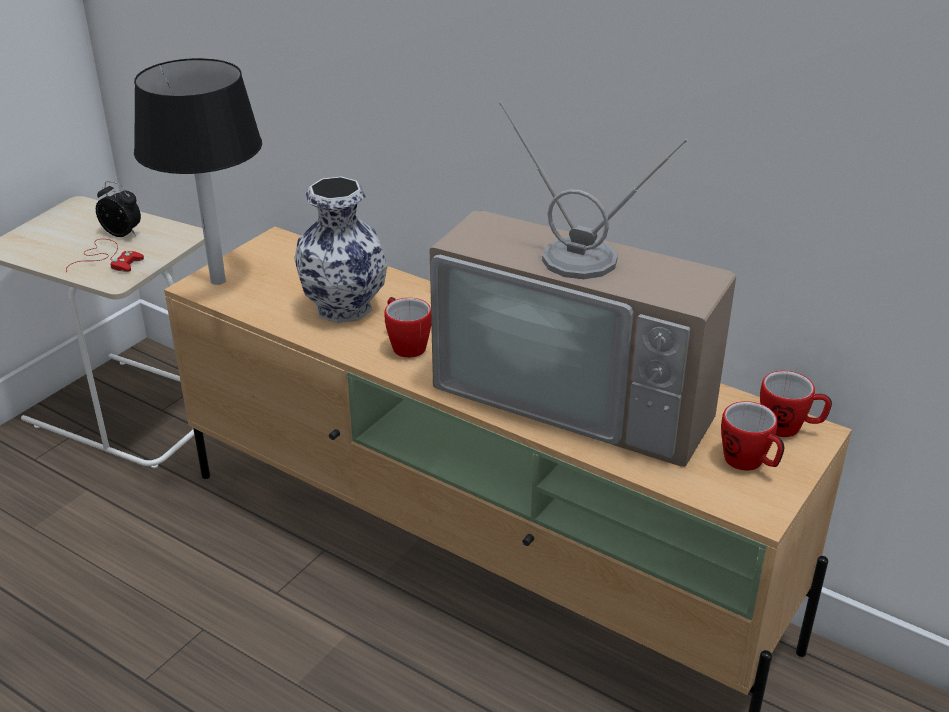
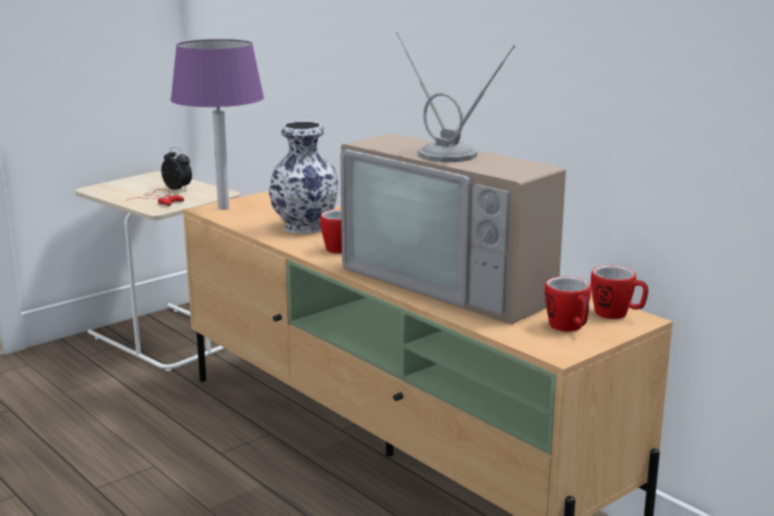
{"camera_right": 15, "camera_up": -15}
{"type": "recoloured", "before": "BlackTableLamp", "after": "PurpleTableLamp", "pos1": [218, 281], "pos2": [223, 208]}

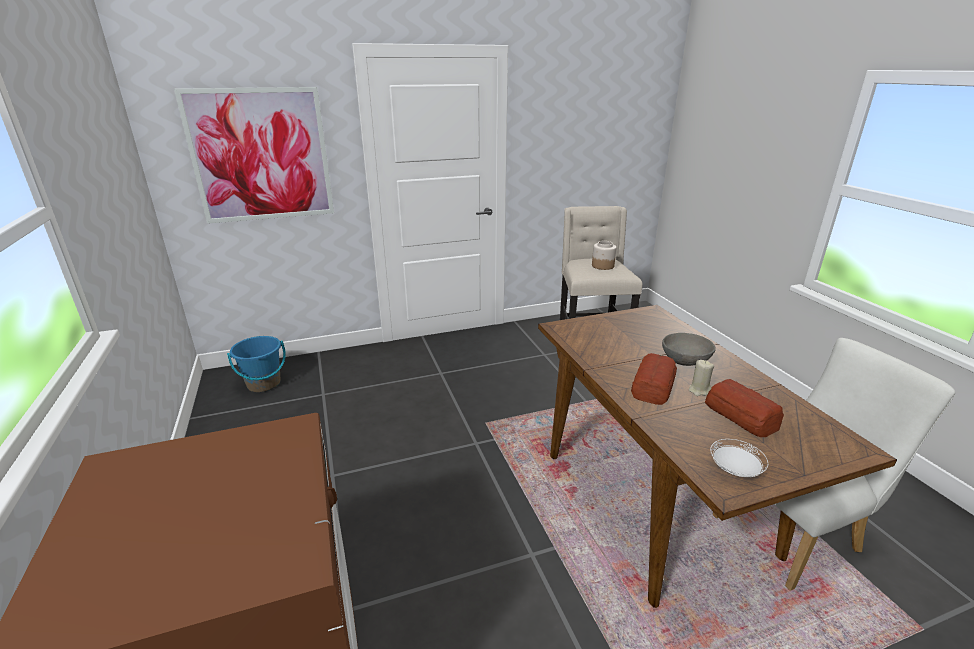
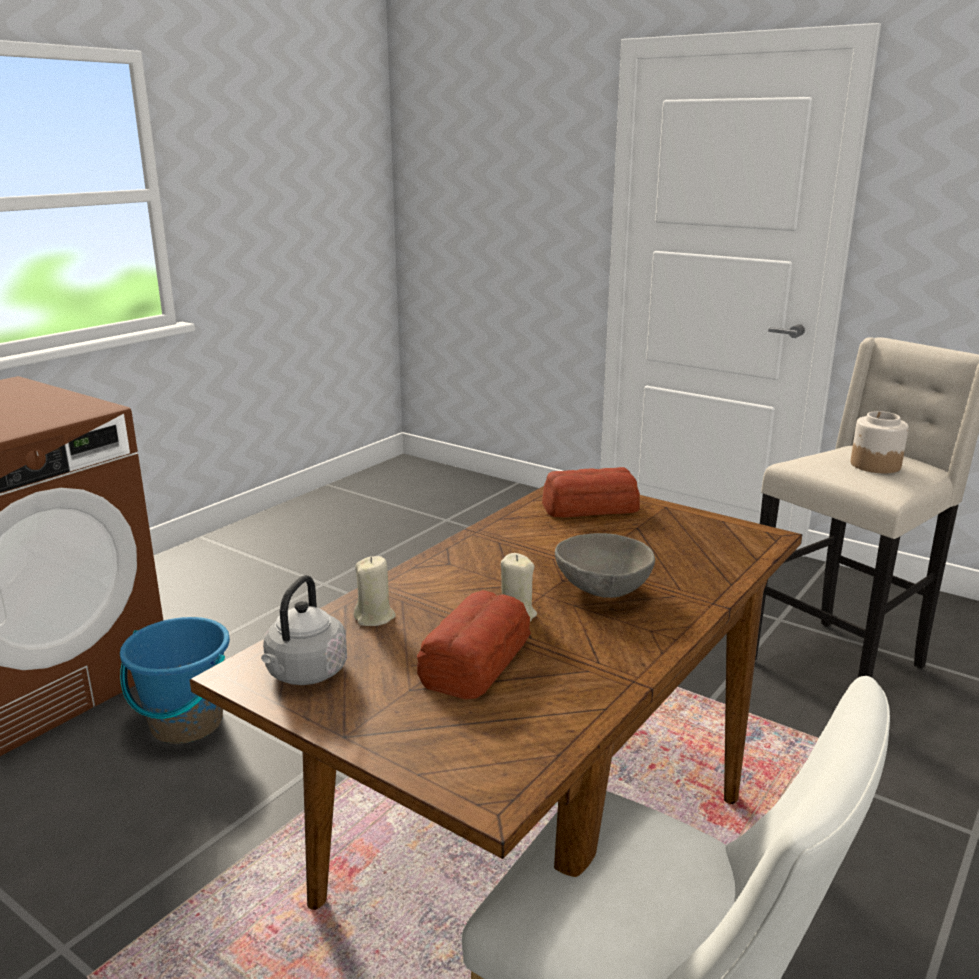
{"camera_right": 55, "camera_up": -5}
{"type": "moved", "before": "BlueBucket", "pos1": [264, 384], "pos2": [186, 723]}
{"type": "replaced", "before": "WhitePlate", "after": "GreyKettle", "pos1": [735, 469], "pos2": [304, 674]}
{"type": "added", "after": "BeigeCandle", "pos2": [375, 617]}
{"type": "moved", "before": "Bread", "pos1": [652, 387], "pos2": [589, 506]}
{"type": "removed", "before": "Picture", "pos1": [261, 156]}

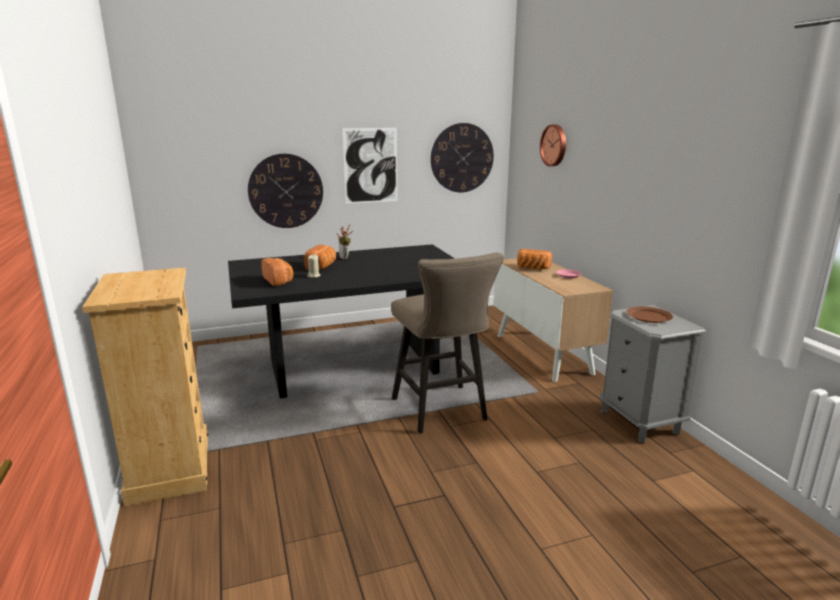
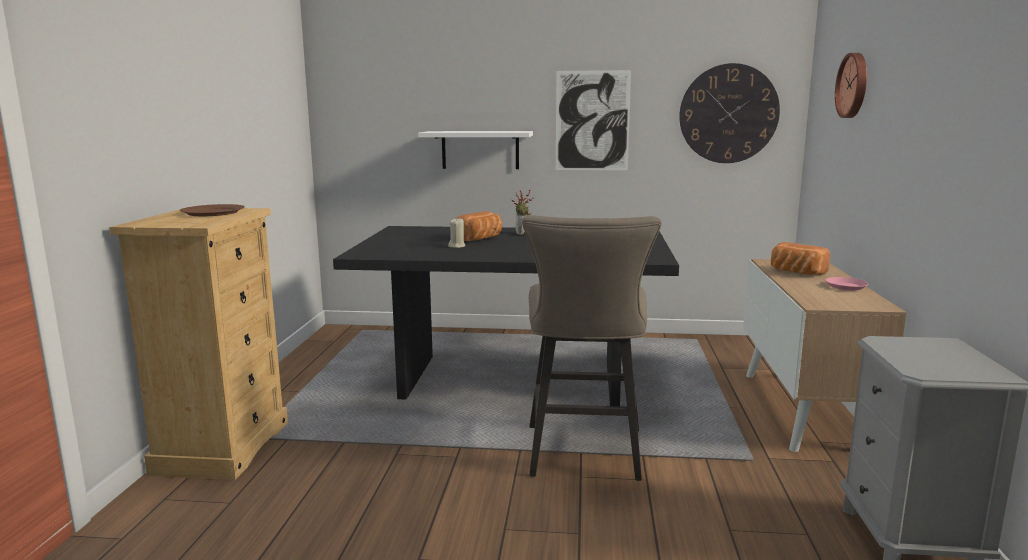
{"camera_right": 25, "camera_up": -5}
{"type": "moved", "before": "BrownPlate", "pos1": [648, 316], "pos2": [213, 212]}
{"type": "replaced", "before": "WallClock", "after": "WhiteShelf", "pos1": [286, 191], "pos2": [480, 150]}
{"type": "removed", "before": "Bread", "pos1": [279, 281]}

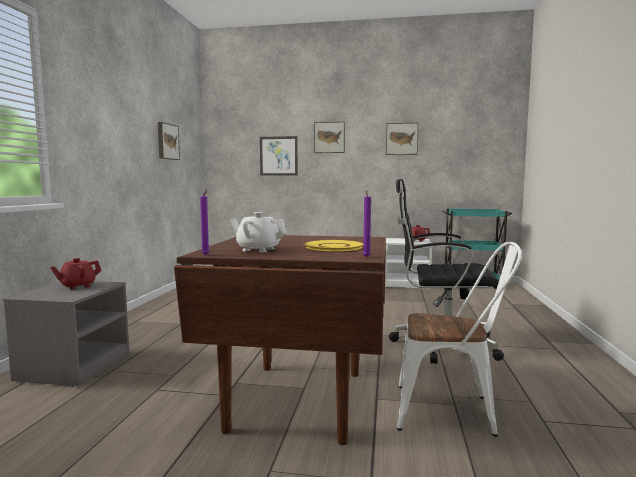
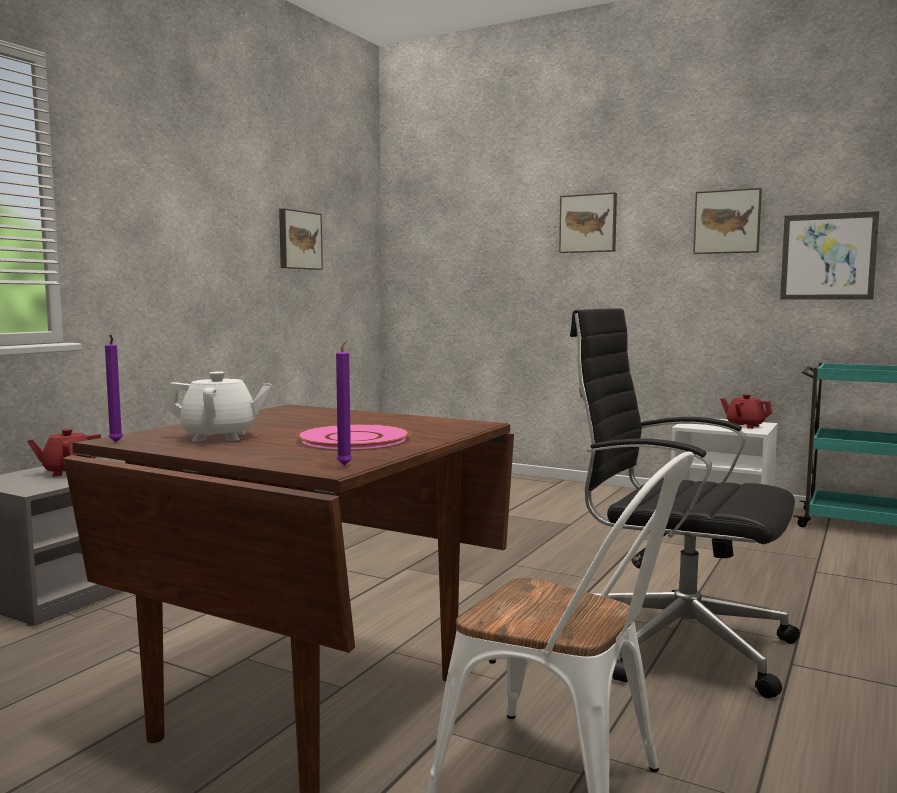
{"camera_right": 20, "camera_up": 0}
{"type": "turned", "before": "WhiteTeapot", "pos1": [258, 249], "pos2": [220, 437], "turn": 135}
{"type": "recoloured", "before": "YellowPlate", "after": "PinkPlate", "pos1": [334, 247], "pos2": [353, 439]}
{"type": "moved", "before": "Picture", "pos1": [278, 156], "pos2": [828, 256]}

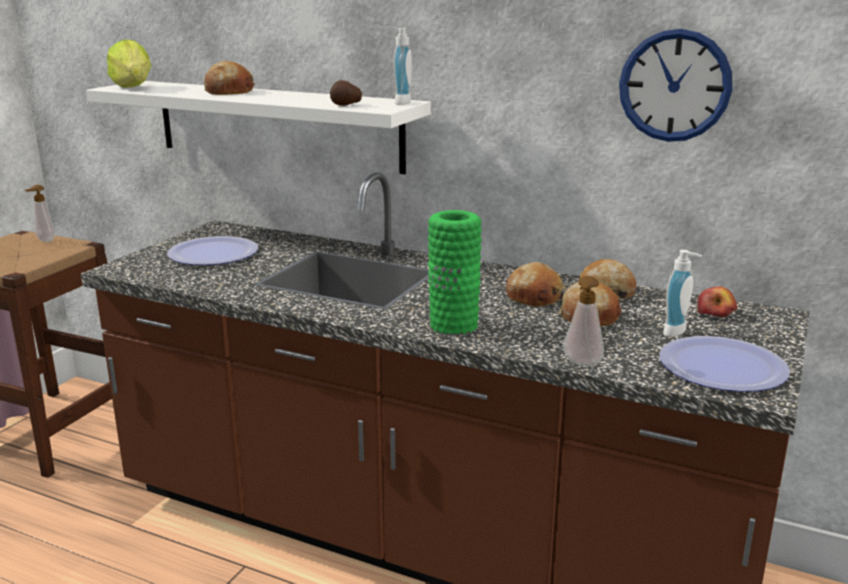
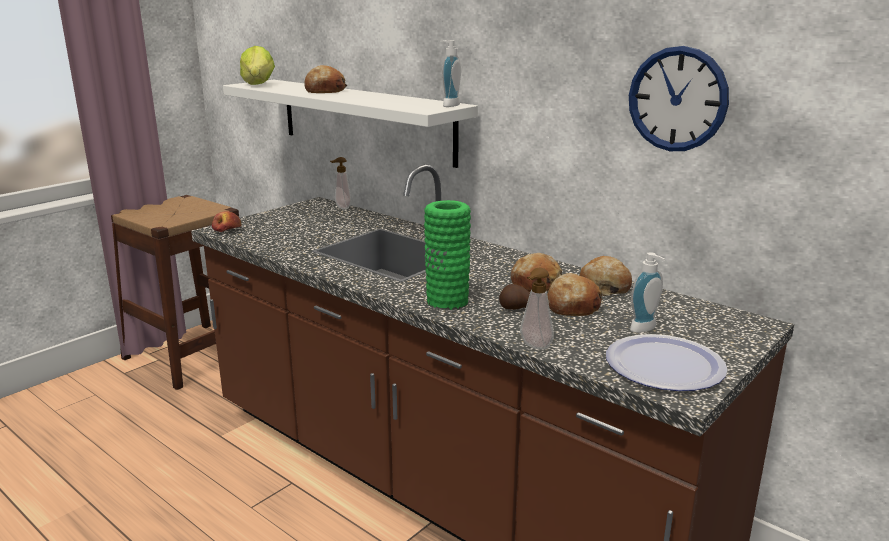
{"camera_right": 15, "camera_up": 0}
{"type": "moved", "before": "Apple", "pos1": [715, 314], "pos2": [227, 231]}
{"type": "moved", "before": "SoapDispenser", "pos1": [44, 241], "pos2": [341, 208]}
{"type": "moved", "before": "Potato", "pos1": [346, 105], "pos2": [515, 308]}
{"type": "removed", "before": "Plate", "pos1": [213, 254]}

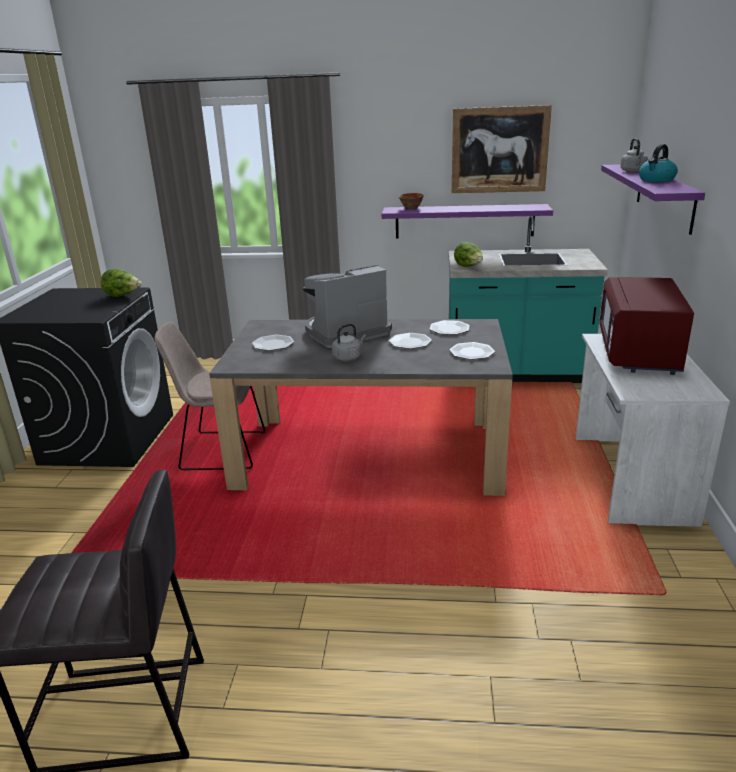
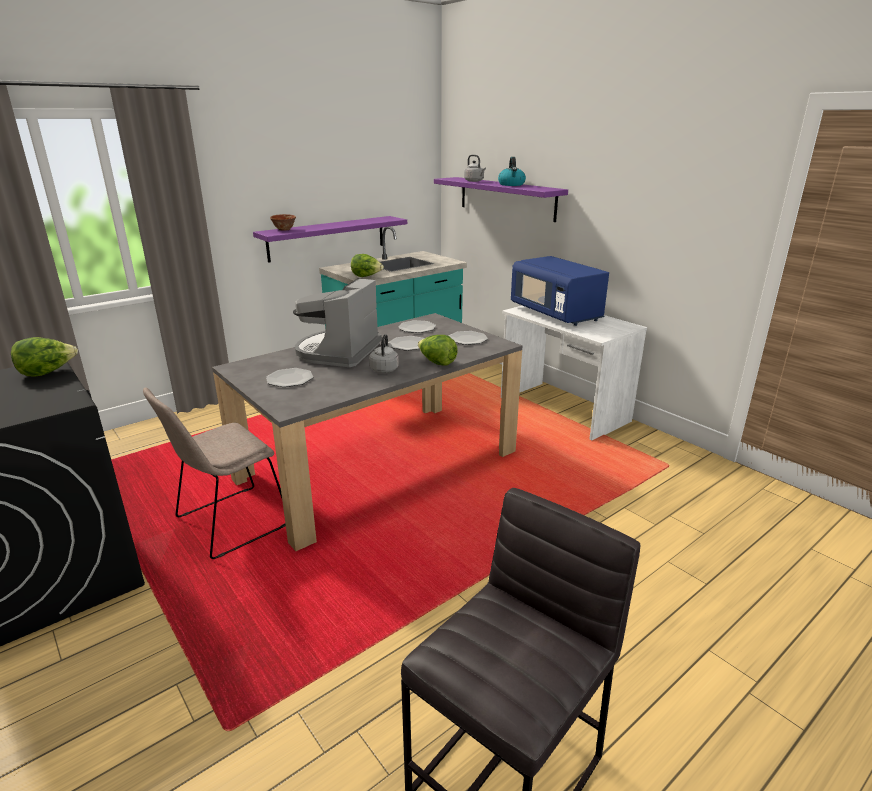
{"camera_right": -45, "camera_up": 0}
{"type": "added", "after": "Lettuce", "pos2": [437, 363]}
{"type": "recoloured", "before": "RedMicrowave", "after": "BlueMicrowave", "pos1": [638, 353], "pos2": [556, 314]}
{"type": "removed", "before": "Picture", "pos1": [499, 150]}

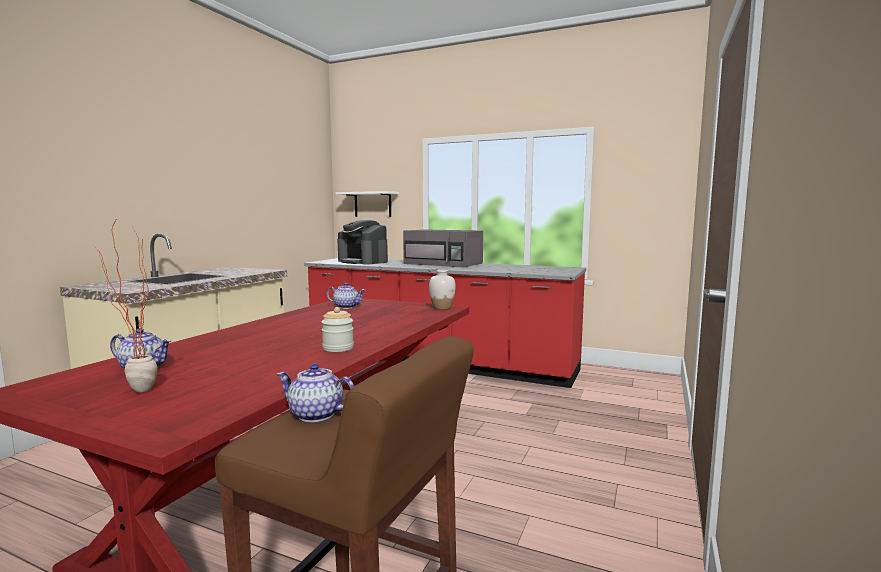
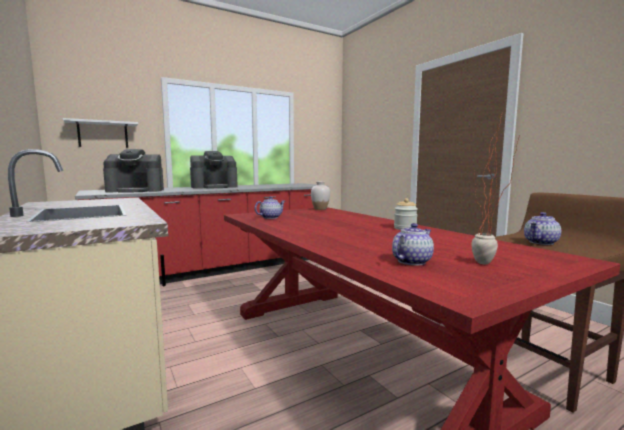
{"camera_right": -55, "camera_up": 0}
{"type": "replaced", "before": "GreyMicrowave", "after": "CoffeeMachine", "pos1": [444, 263], "pos2": [214, 187]}

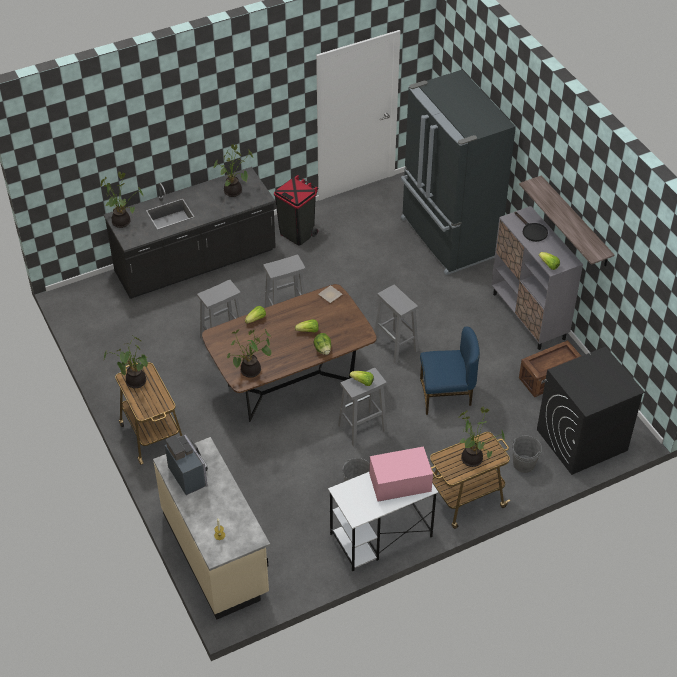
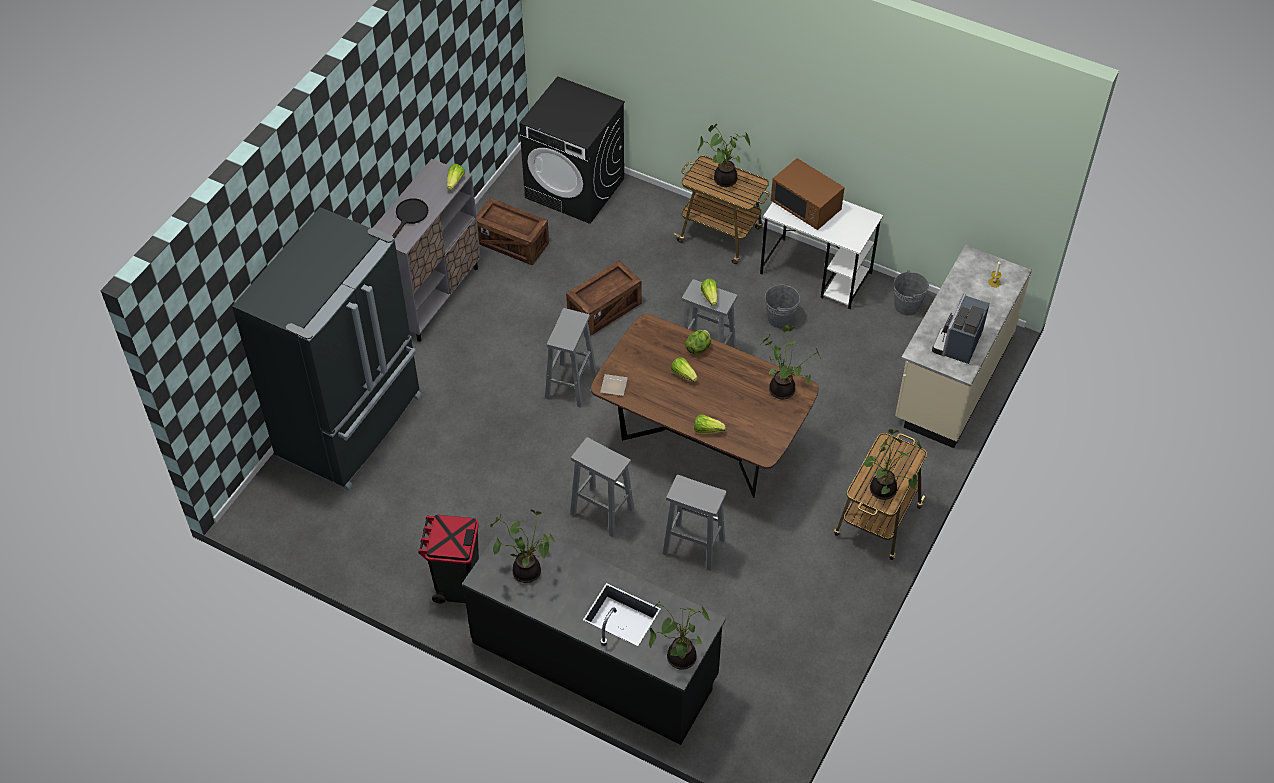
{"camera_right": -125, "camera_up": 5}
{"type": "replaced", "before": "BlueChair", "after": "Crate", "pos1": [446, 395], "pos2": [604, 309]}
{"type": "recoloured", "before": "PinkMicrowave", "after": "BrownMicrowave", "pos1": [399, 484], "pos2": [806, 207]}
{"type": "moved", "before": "GreyBucket", "pos1": [523, 464], "pos2": [907, 305]}
{"type": "removed", "before": "Shelf", "pos1": [575, 222]}

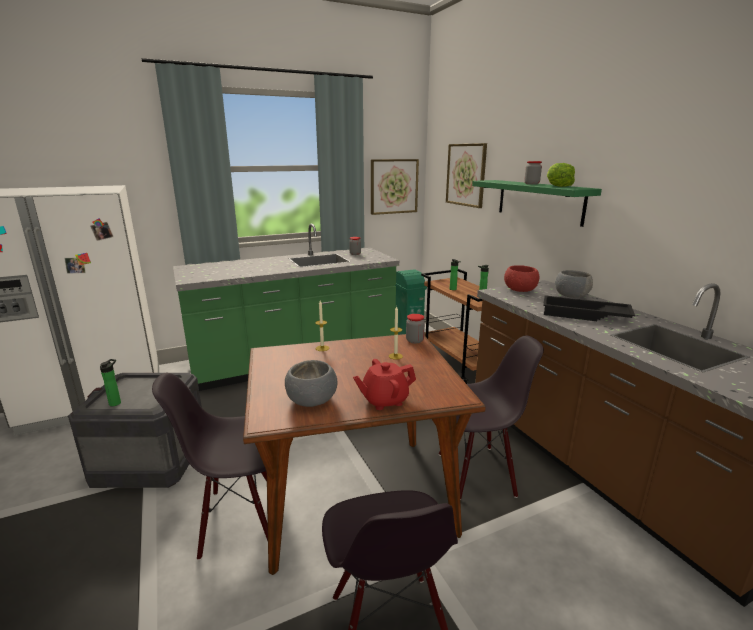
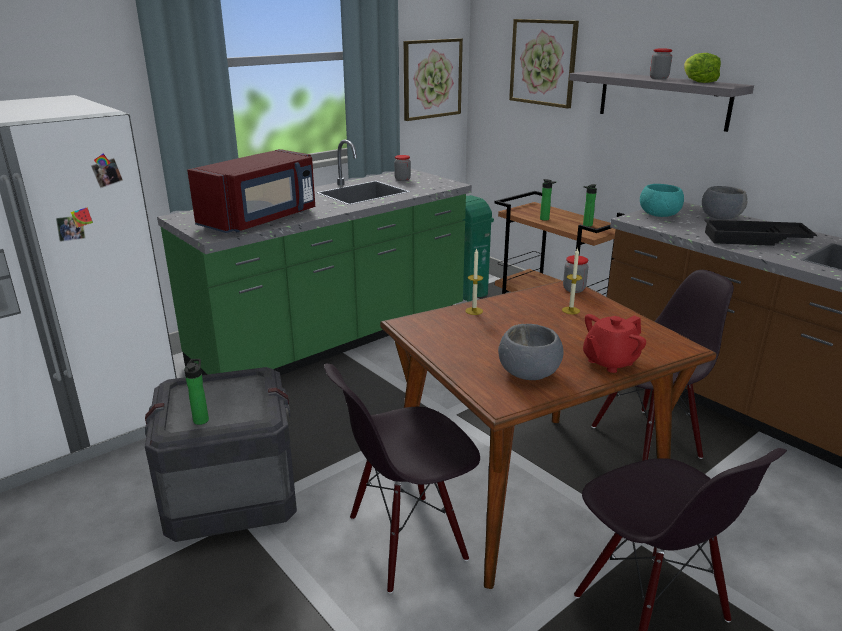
{"camera_right": -15, "camera_up": 5}
{"type": "added", "after": "RedMicrowave", "pos2": [261, 219]}
{"type": "recoloured", "before": "GreenShelf", "after": "GreyShelf", "pos1": [539, 201], "pos2": [663, 99]}
{"type": "recoloured", "before": "RedBowl", "after": "TurquoiseBowl", "pos1": [520, 290], "pos2": [659, 215]}

